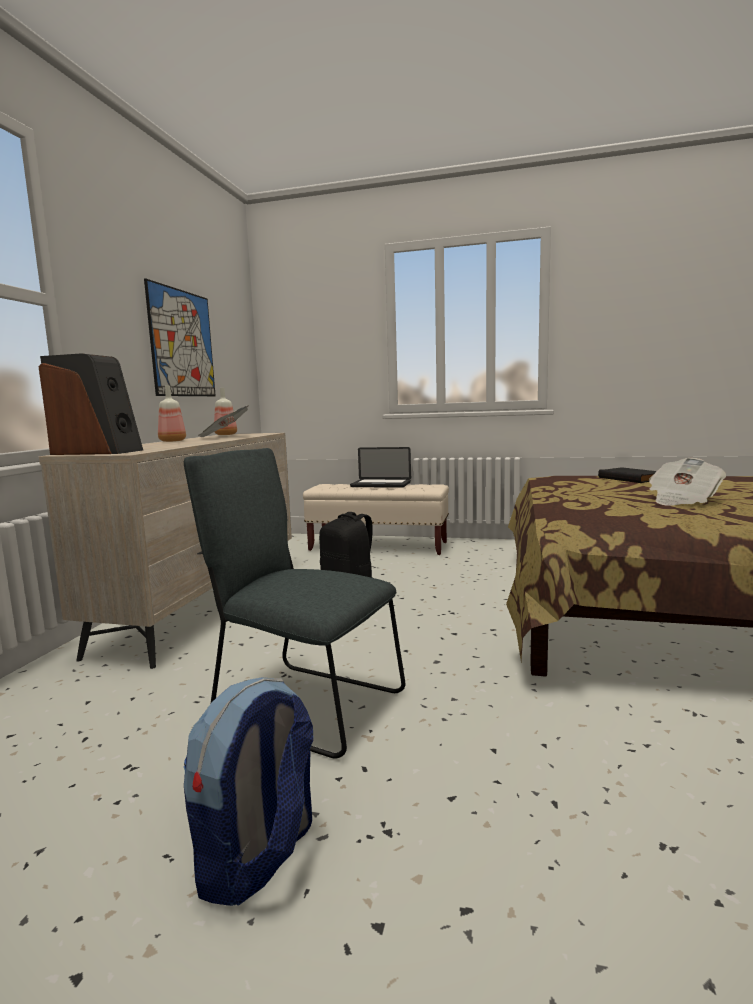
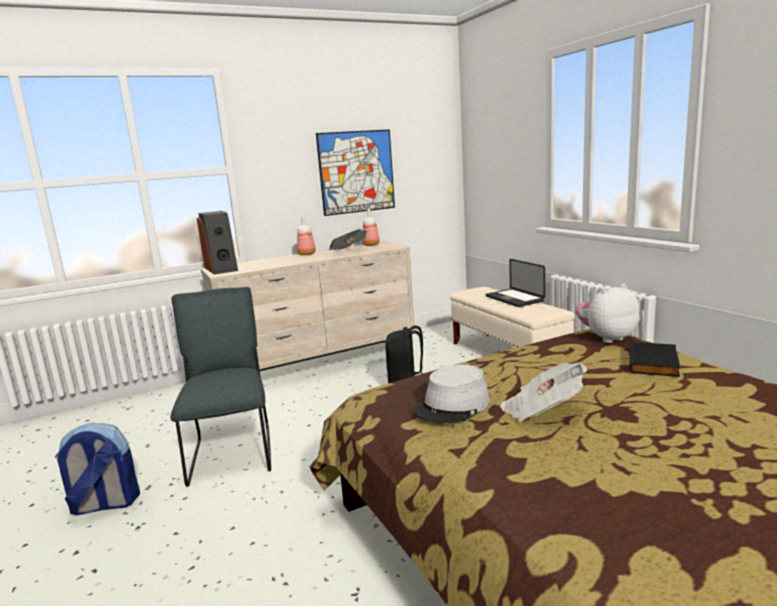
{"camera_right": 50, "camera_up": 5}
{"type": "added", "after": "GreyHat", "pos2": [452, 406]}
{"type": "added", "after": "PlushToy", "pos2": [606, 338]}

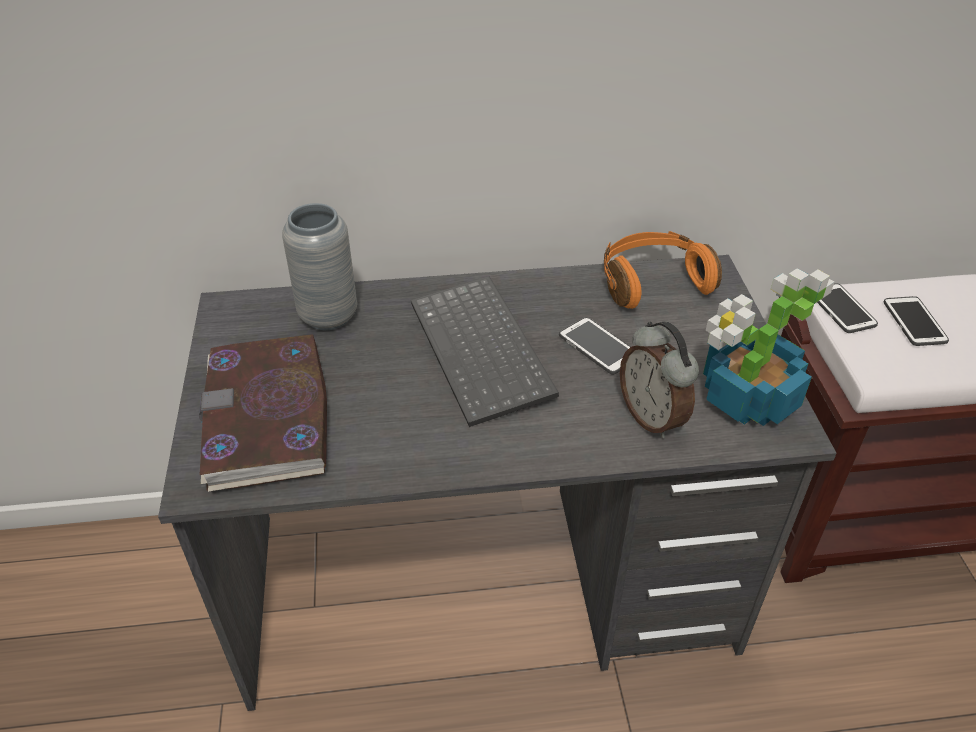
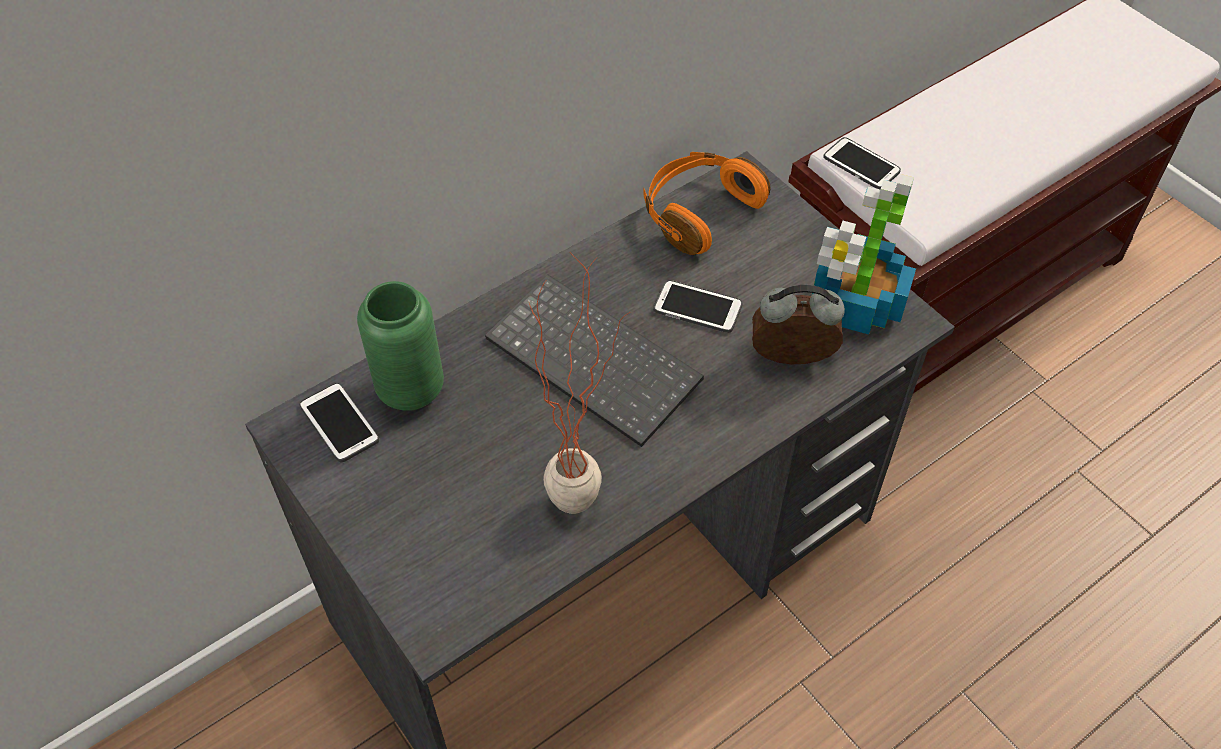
{"camera_right": -30, "camera_up": 10}
{"type": "moved", "before": "Phone", "pos1": [914, 322], "pos2": [339, 423]}
{"type": "recoloured", "before": "GreyVase", "after": "GreenVase", "pos1": [328, 316], "pos2": [411, 390]}
{"type": "added", "after": "PottedPlant", "pos2": [587, 492]}
{"type": "turned", "before": "AlarmClock", "pos1": [652, 417], "pos2": [791, 361], "turn": 150}
{"type": "removed", "before": "Book", "pos1": [267, 416]}

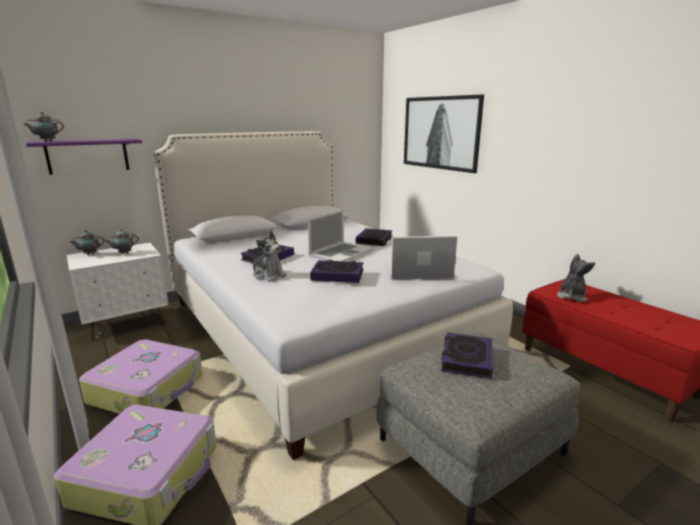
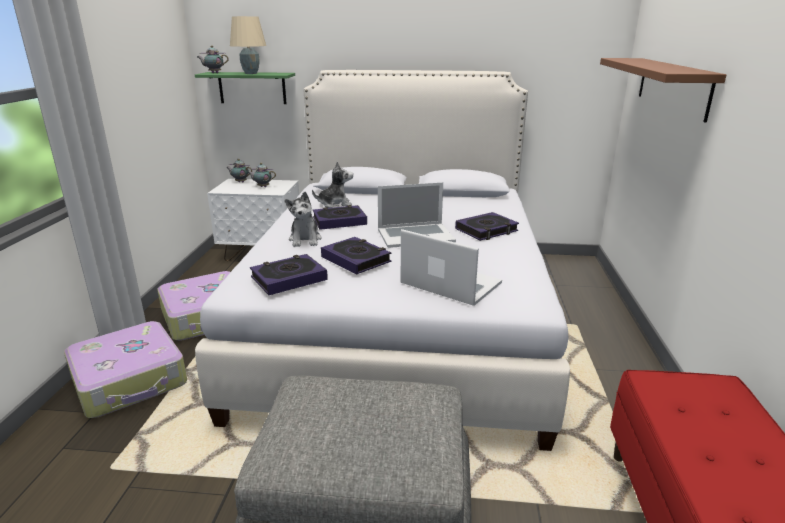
{"camera_right": 40, "camera_up": 5}
{"type": "recoloured", "before": "PurpleShelf", "after": "GreenShelf", "pos1": [88, 156], "pos2": [252, 88]}
{"type": "added", "after": "BeigeTableLamp", "pos2": [251, 73]}
{"type": "moved", "before": "Book", "pos1": [466, 359], "pos2": [289, 279]}
{"type": "moved", "before": "PlushToy", "pos1": [571, 297], "pos2": [335, 204]}
{"type": "replaced", "before": "Picture", "after": "BrownShelf", "pos1": [440, 133], "pos2": [672, 86]}

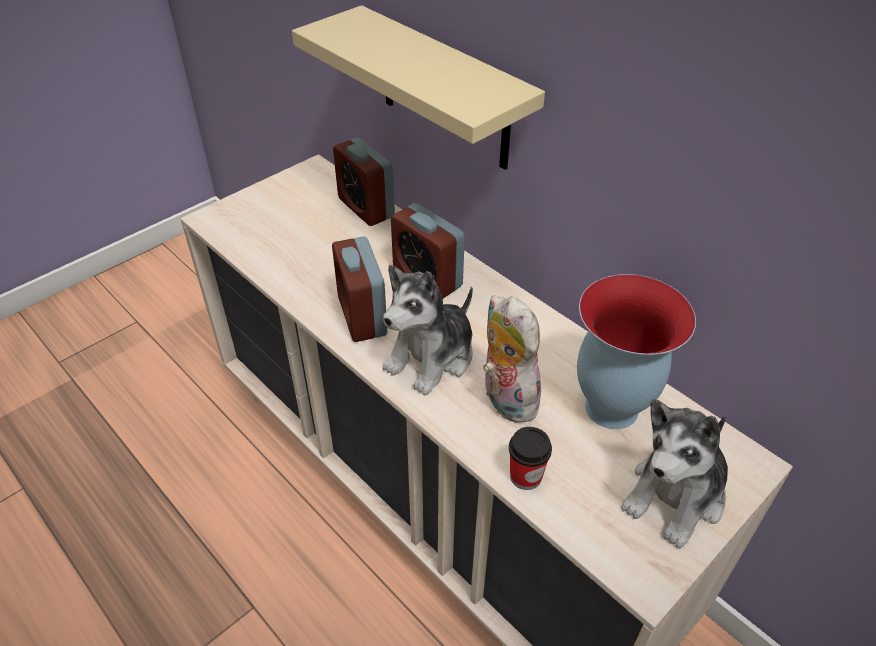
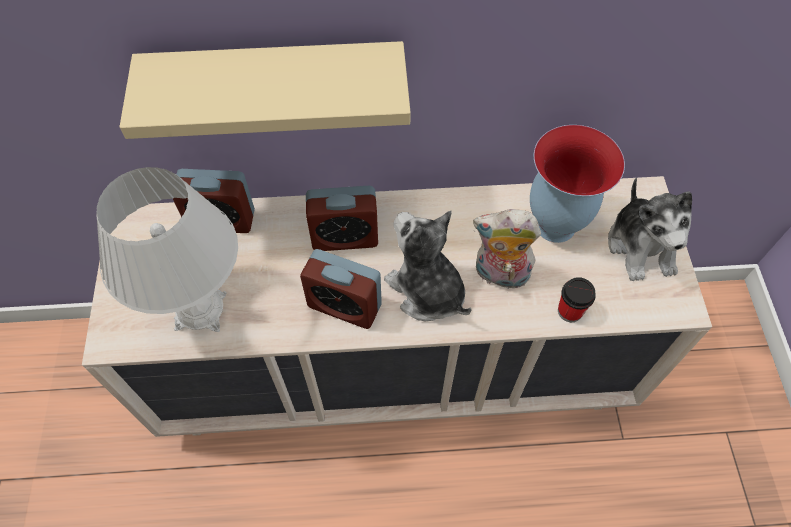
{"camera_right": -50, "camera_up": 15}
{"type": "added", "after": "WhiteTableLamp", "pos2": [201, 310]}
{"type": "turned", "before": "PlushToy", "pos1": [432, 357], "pos2": [426, 290], "turn": 150}

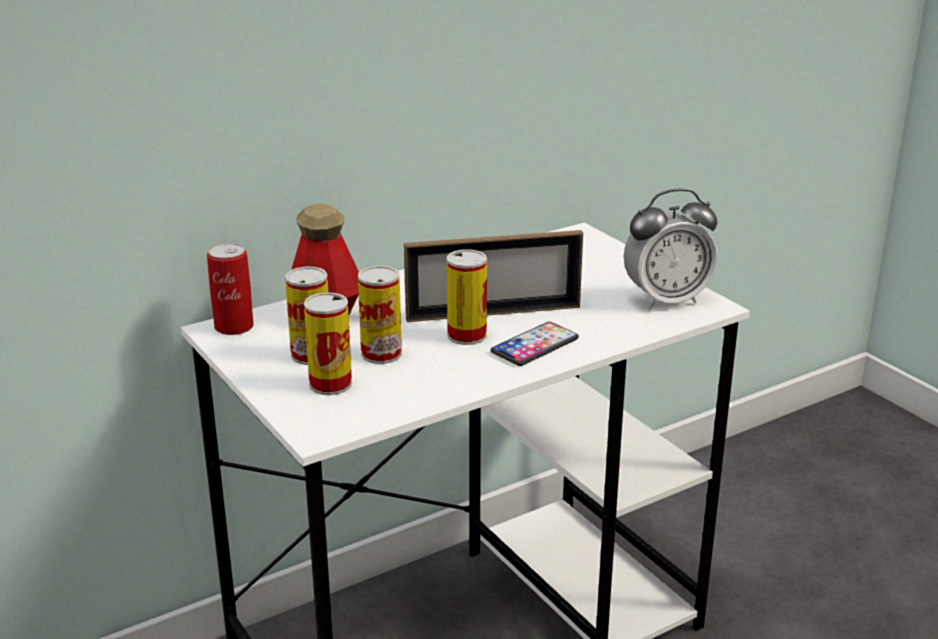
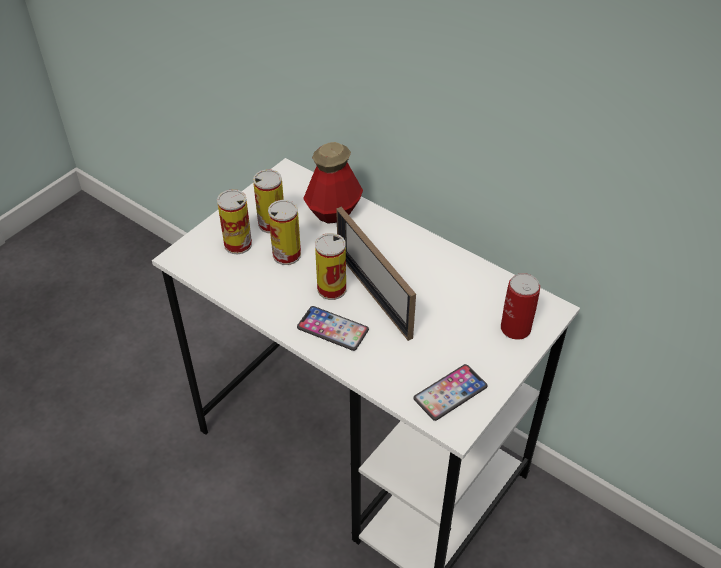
{"camera_right": 70, "camera_up": 20}
{"type": "replaced", "before": "AlarmClock", "after": "Phone", "pos1": [666, 300], "pos2": [450, 393]}
{"type": "moved", "before": "Can", "pos1": [234, 327], "pos2": [515, 328]}

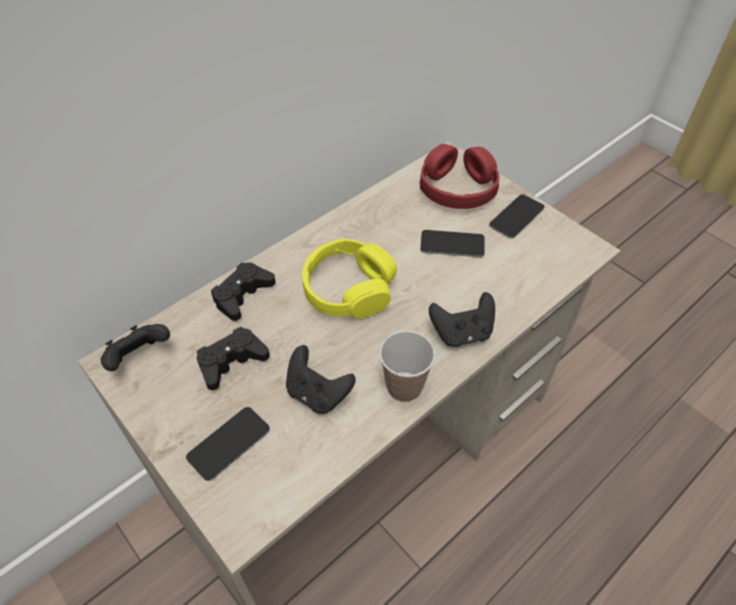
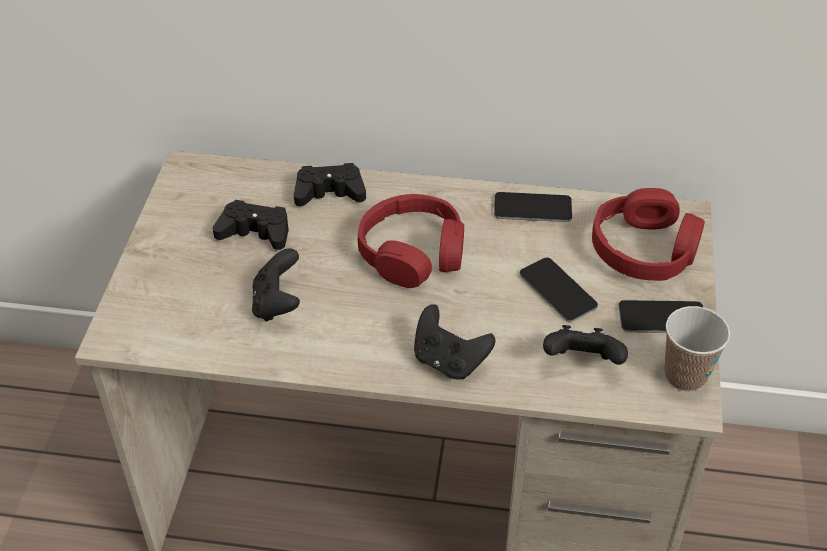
{"camera_right": 50, "camera_up": -5}
{"type": "recoloured", "before": "YellowHeadphones", "after": "RedHeadphones", "pos1": [348, 289], "pos2": [413, 252]}
{"type": "moved", "before": "Phone", "pos1": [229, 443], "pos2": [532, 208]}
{"type": "moved", "before": "BlackGameController", "pos1": [139, 357], "pos2": [582, 362]}
{"type": "moved", "before": "Cup", "pos1": [404, 387], "pos2": [685, 375]}

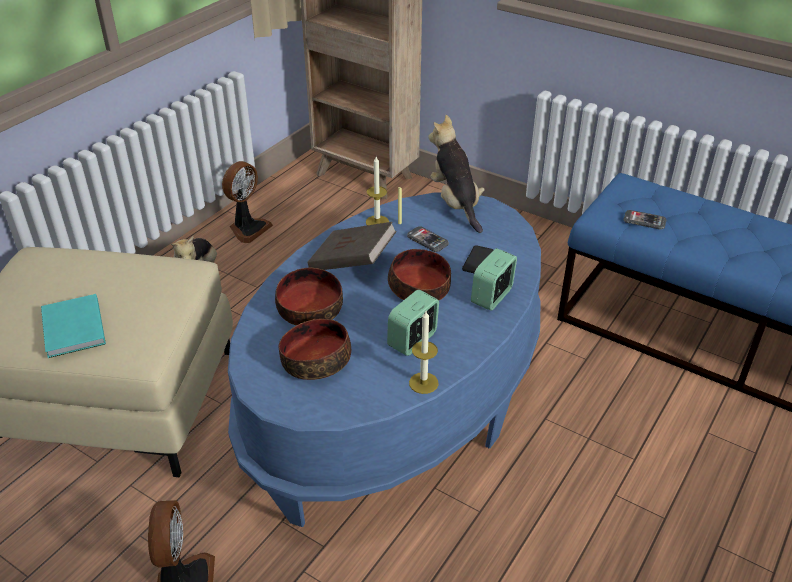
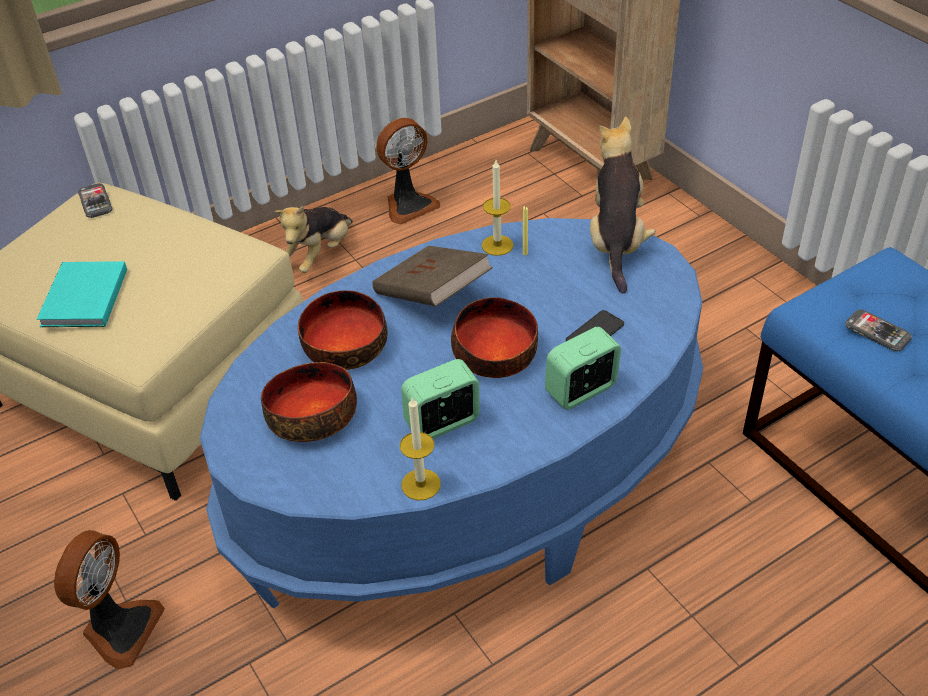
{"camera_right": 25, "camera_up": 5}
{"type": "moved", "before": "Phone", "pos1": [427, 240], "pos2": [95, 202]}

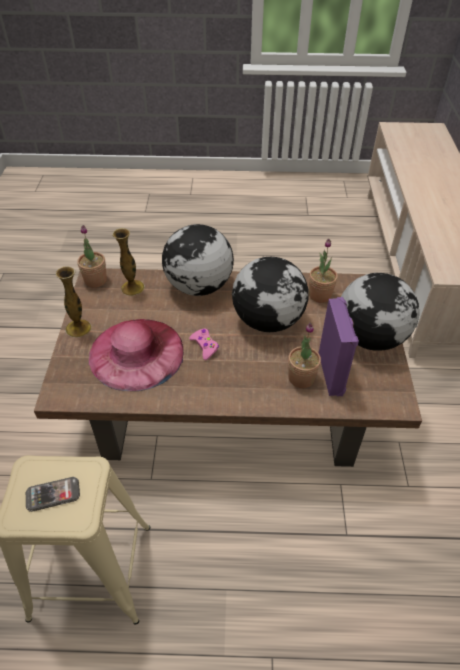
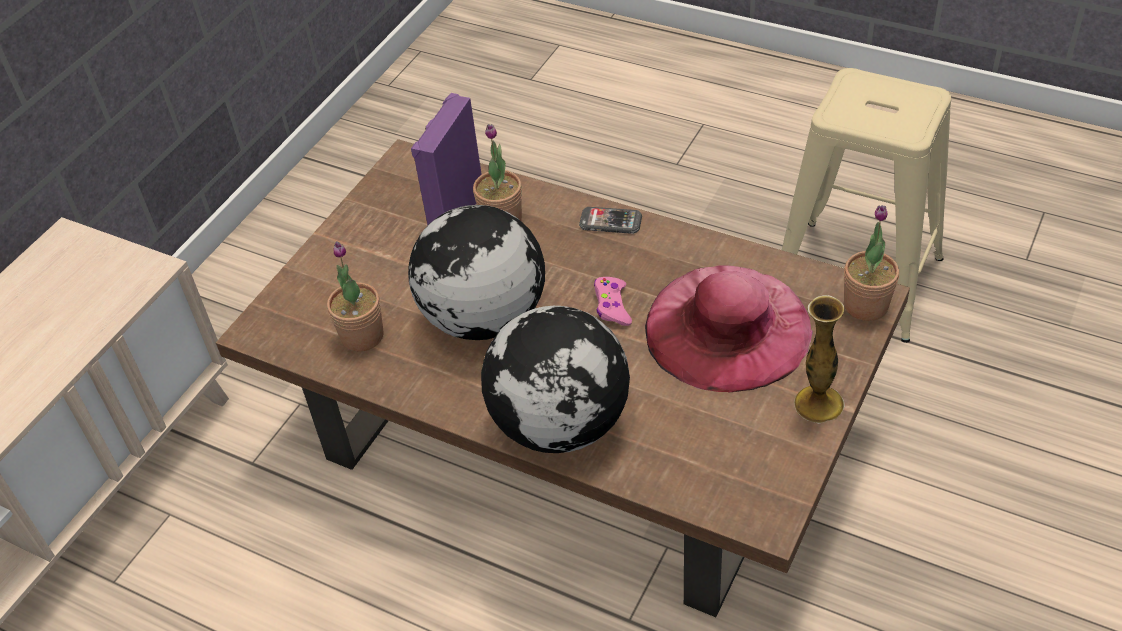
{"camera_right": -150, "camera_up": 0}
{"type": "moved", "before": "Phone", "pos1": [53, 494], "pos2": [610, 222]}
{"type": "moved", "before": "PottedPlant", "pos1": [95, 280], "pos2": [866, 306]}
{"type": "removed", "before": "Vase", "pos1": [132, 288]}
{"type": "removed", "before": "Globe", "pos1": [370, 337]}

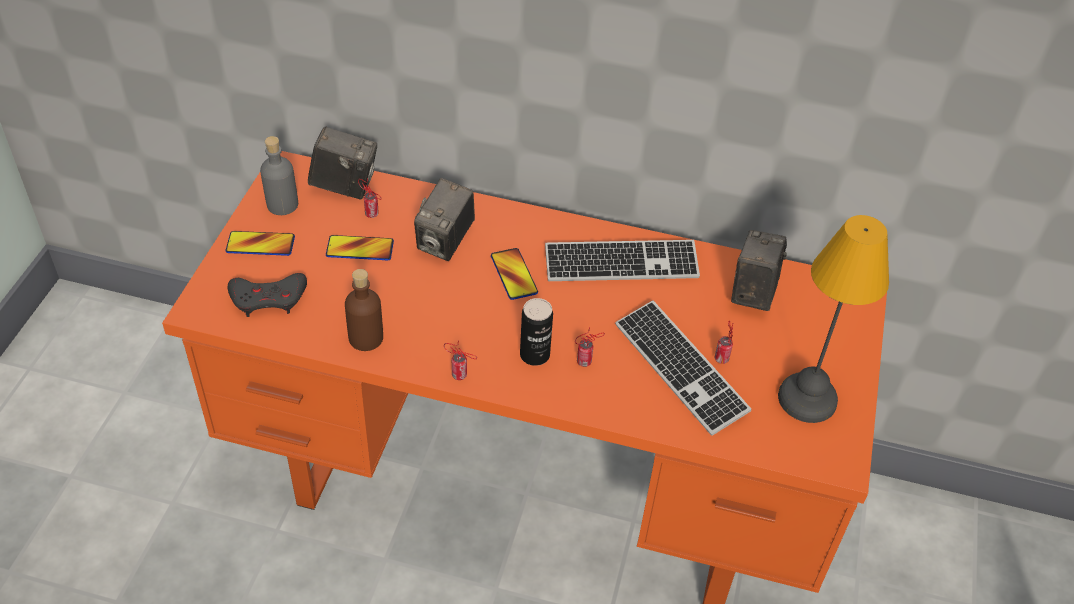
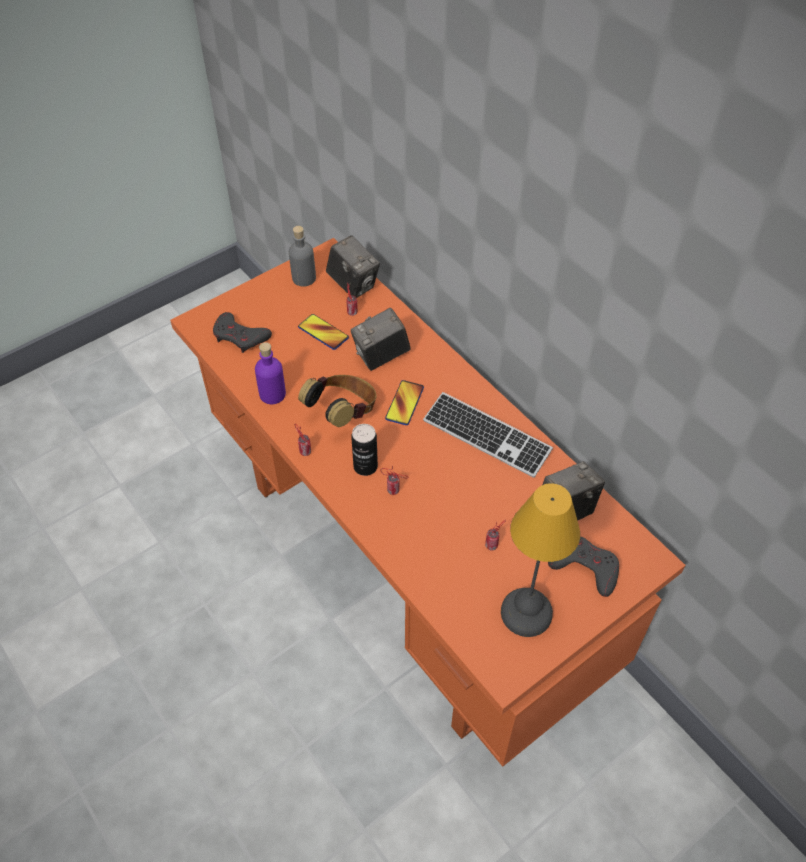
{"camera_right": 40, "camera_up": 5}
{"type": "recoloured", "before": "BrownBottle", "after": "PurpleBottle", "pos1": [366, 338], "pos2": [272, 394]}
{"type": "added", "after": "Headphones", "pos2": [343, 413]}
{"type": "added", "after": "GreyGameController", "pos2": [585, 567]}
{"type": "removed", "before": "Phone", "pos1": [260, 244]}
{"type": "removed", "before": "Keyboard", "pos1": [680, 369]}

